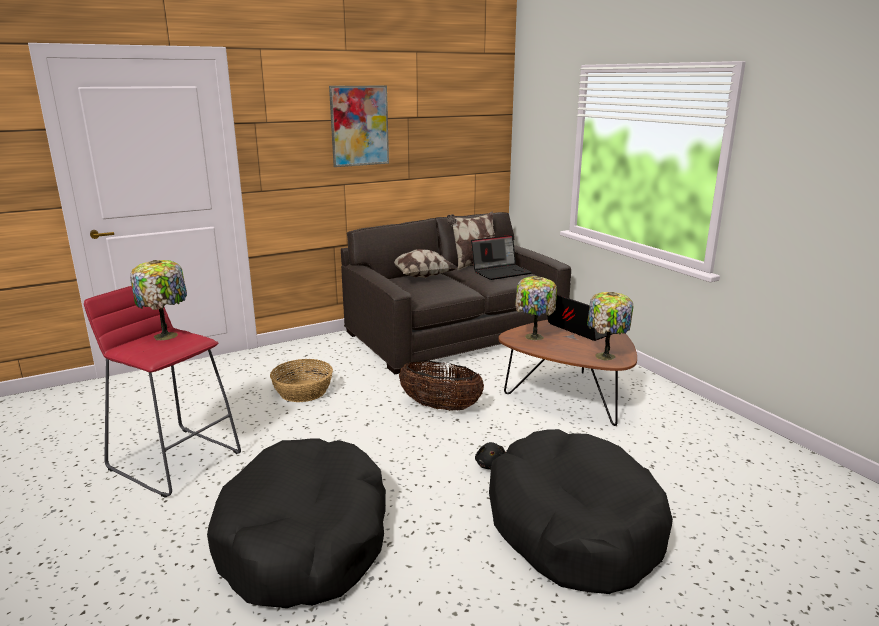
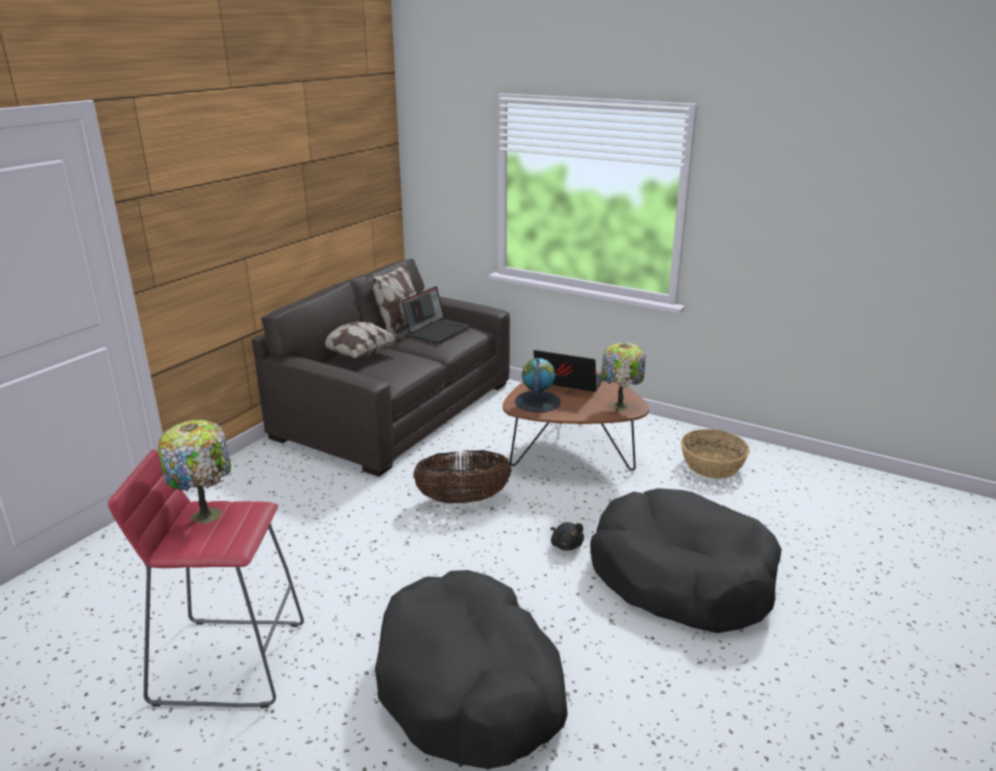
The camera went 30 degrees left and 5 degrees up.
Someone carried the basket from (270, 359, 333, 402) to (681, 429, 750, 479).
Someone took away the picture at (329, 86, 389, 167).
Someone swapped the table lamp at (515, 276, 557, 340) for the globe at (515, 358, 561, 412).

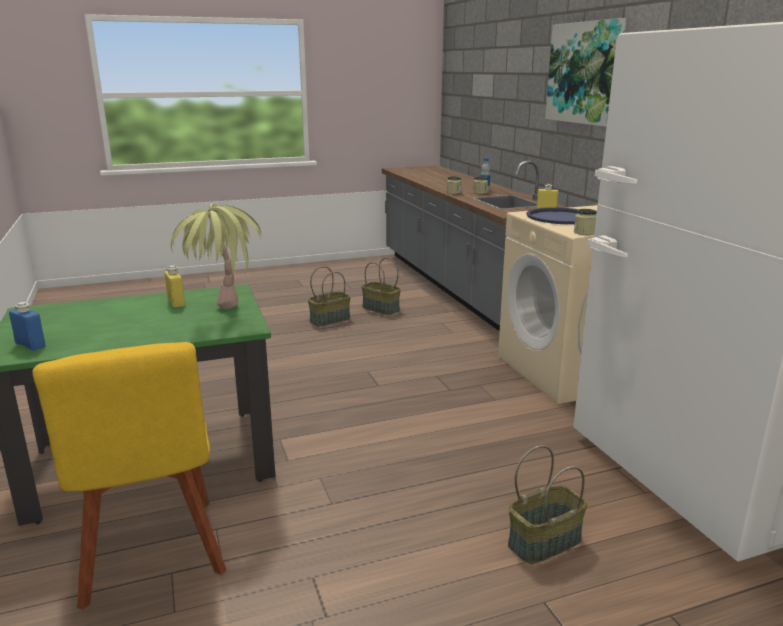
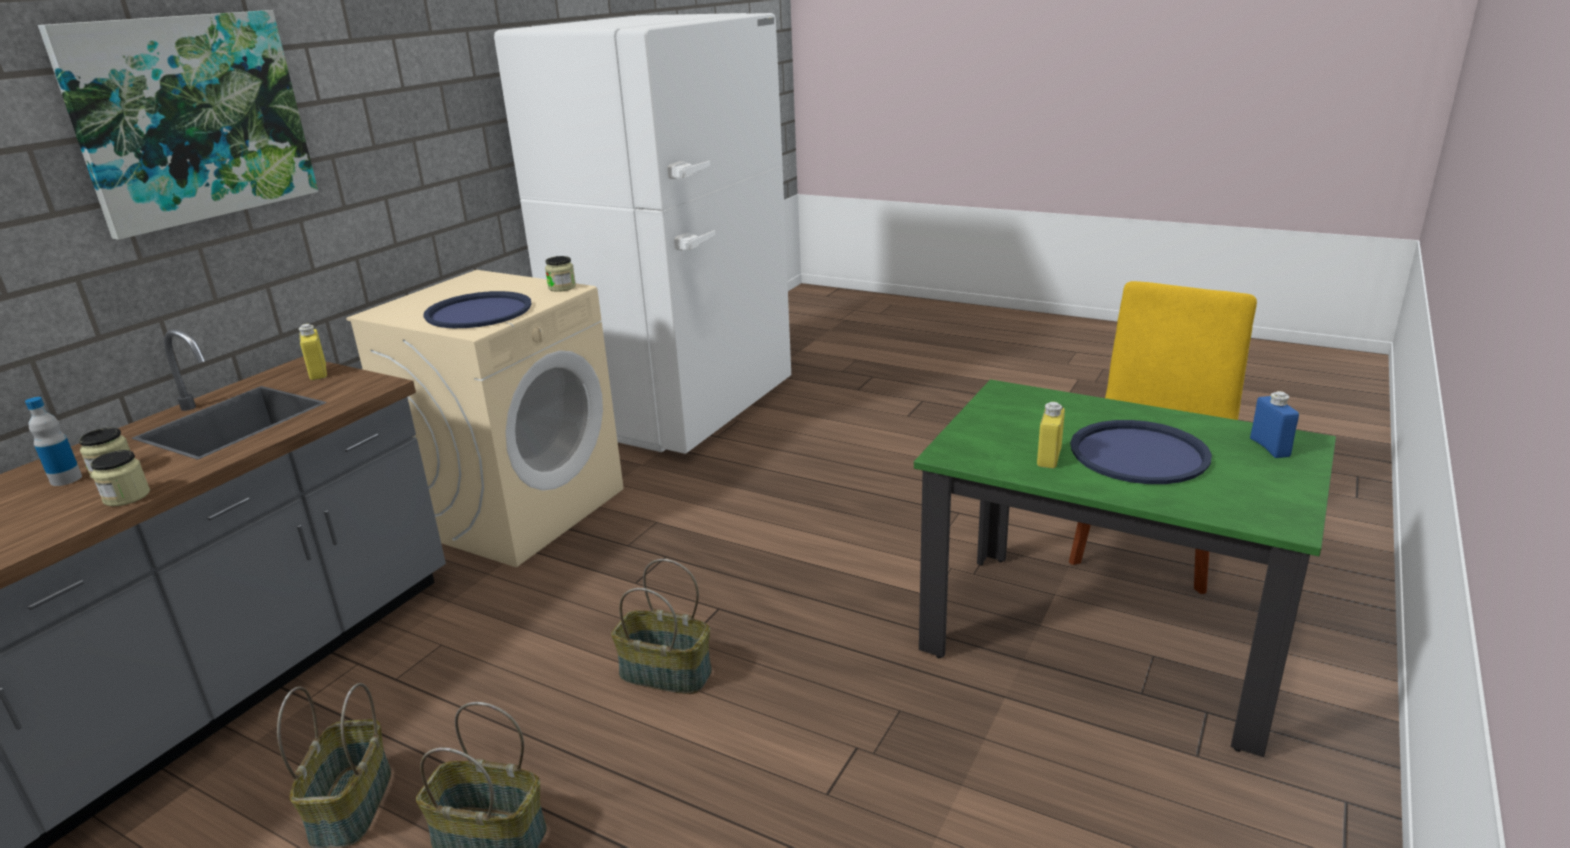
The camera went 130 degrees left and 5 degrees up.
Someone took away the potted plant at (171, 203, 261, 309).
Someone carried the basket from (508, 445, 588, 564) to (611, 559, 712, 694).
Someone put down the blue tray at (1070, 420, 1212, 484).

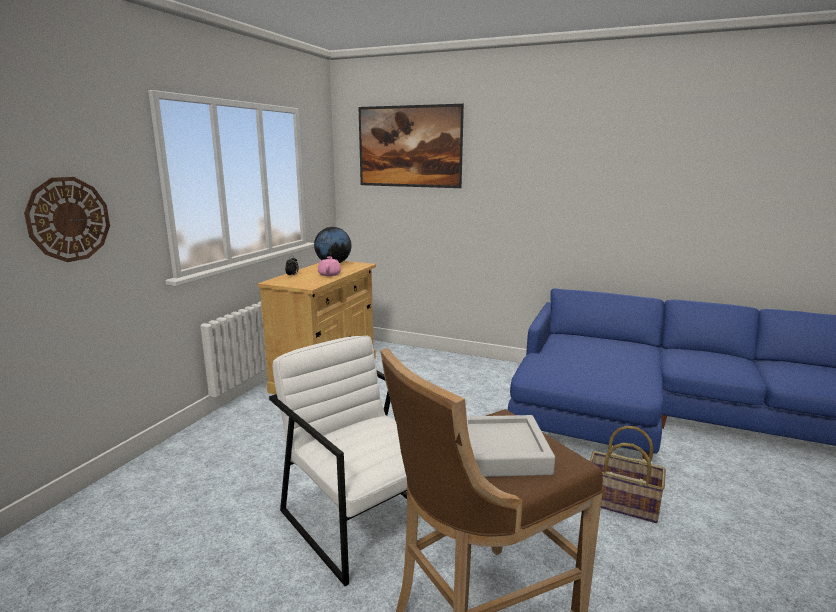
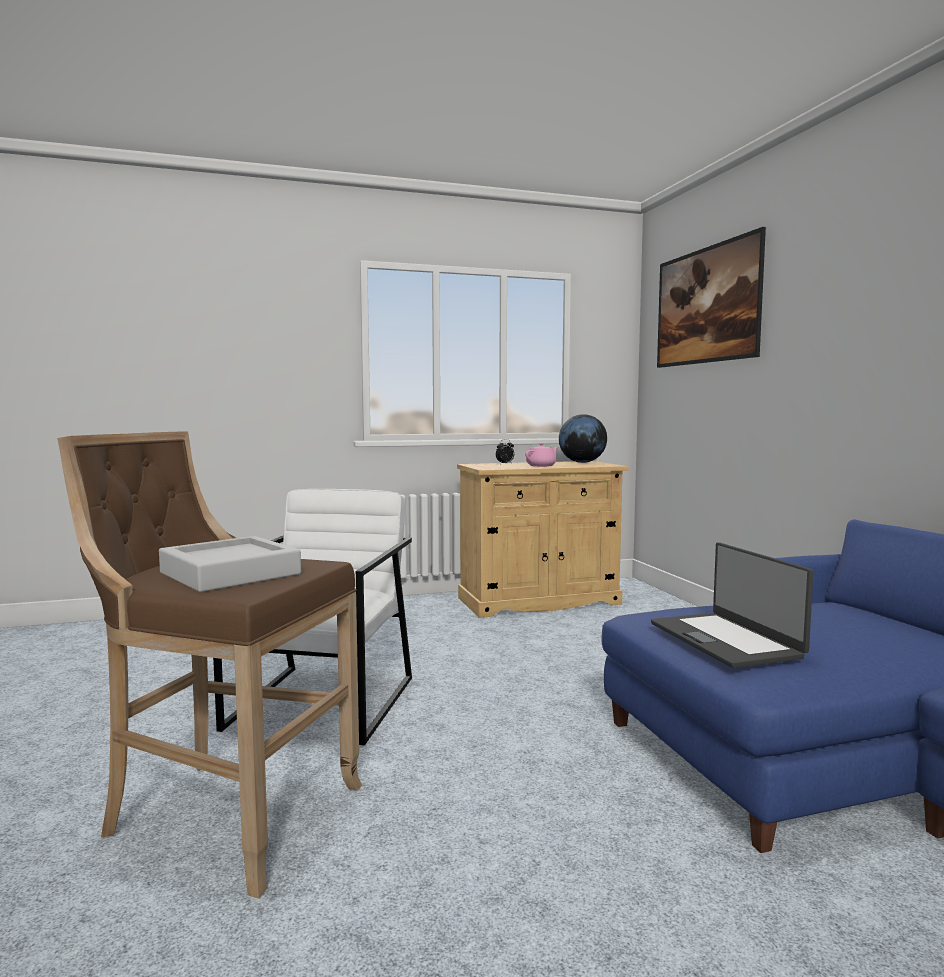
The camera went 50 degrees right and 10 degrees down.
Someone took away the wall clock at (24, 177, 110, 262).
Someone took away the basket at (590, 426, 666, 523).
Someone put down the laptop at (651, 542, 814, 668).

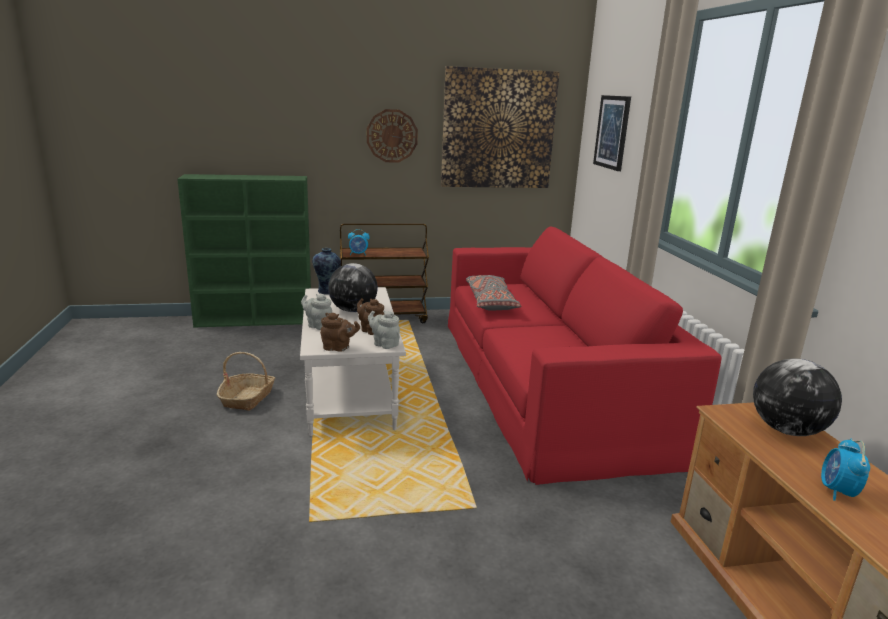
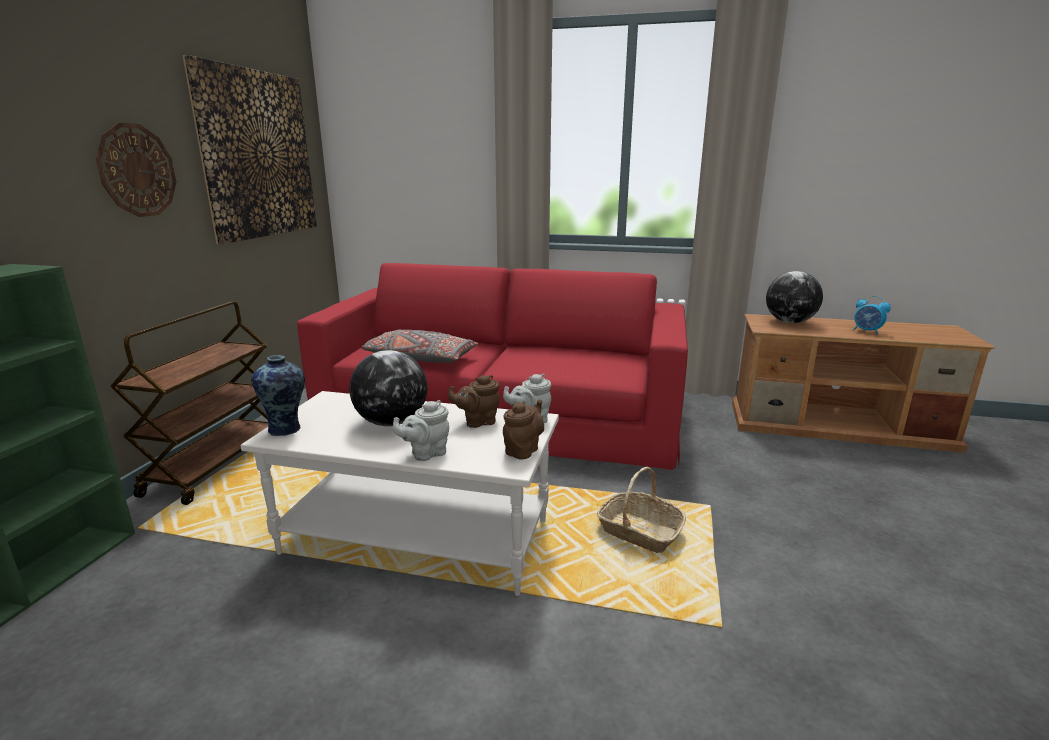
The camera went 65 degrees left and 0 degrees up.
Someone carried the basket from (217, 352, 275, 411) to (597, 467, 686, 553).
Someone took away the alarm clock at (348, 229, 370, 256).
Someone took away the picture at (593, 95, 631, 171).

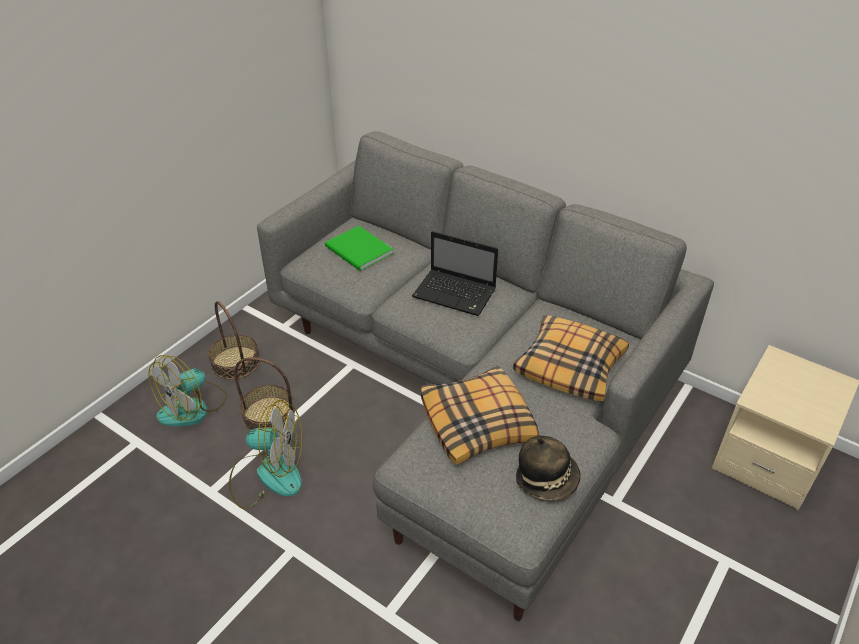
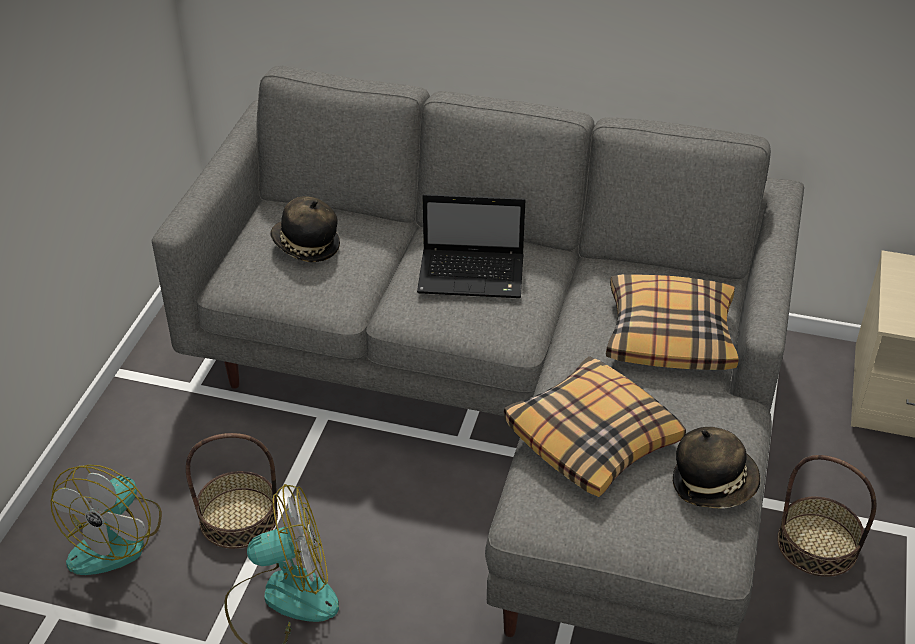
The camera went 20 degrees left and 0 degrees up.
Someone carried the basket from (208, 301, 260, 380) to (777, 455, 876, 577).
Someone swapped the green book at (325, 226, 393, 271) for the hat at (270, 196, 340, 262).

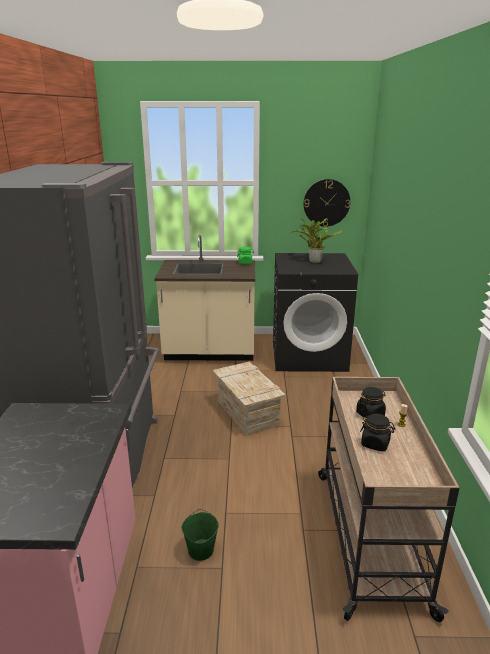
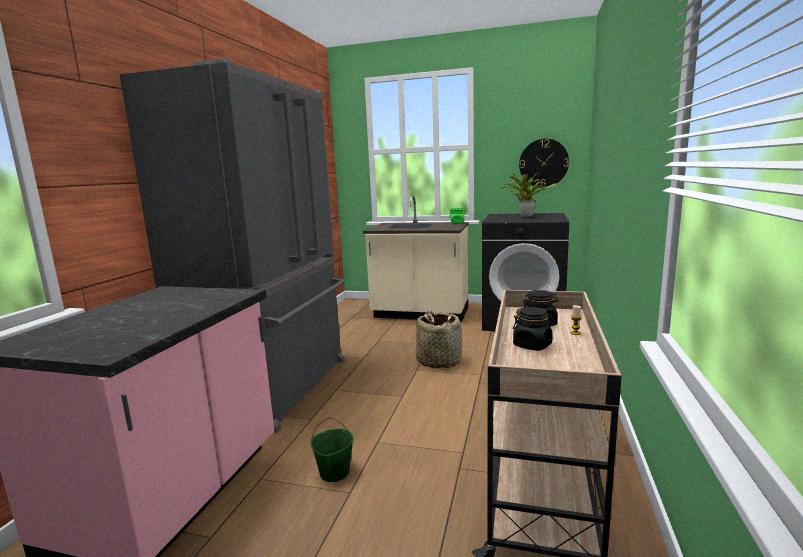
The camera went 15 degrees right and 10 degrees down.
Someone swapped the crate at (213, 362, 285, 436) for the basket at (416, 310, 462, 369).

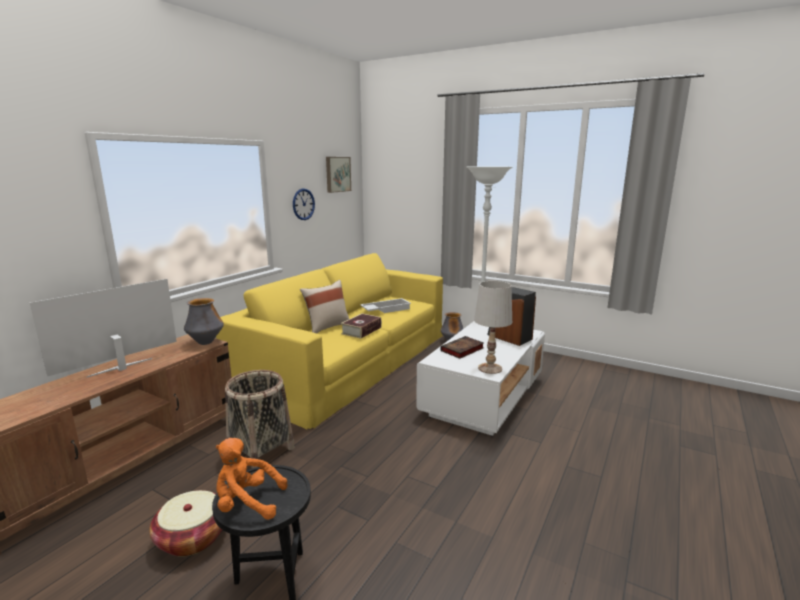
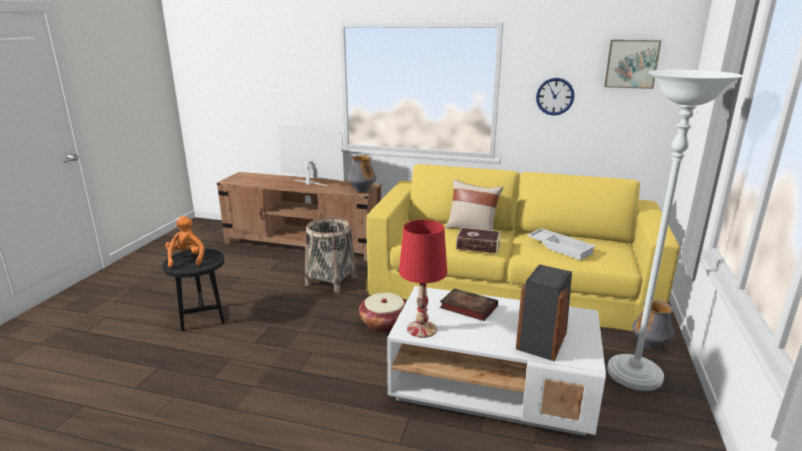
The camera went 75 degrees right and 5 degrees up.
Someone carried the basket from (149, 490, 222, 557) to (359, 293, 406, 332).
Someone repainted the white table lamp at (474, 281, 512, 374), which became the red table lamp at (399, 220, 447, 338).

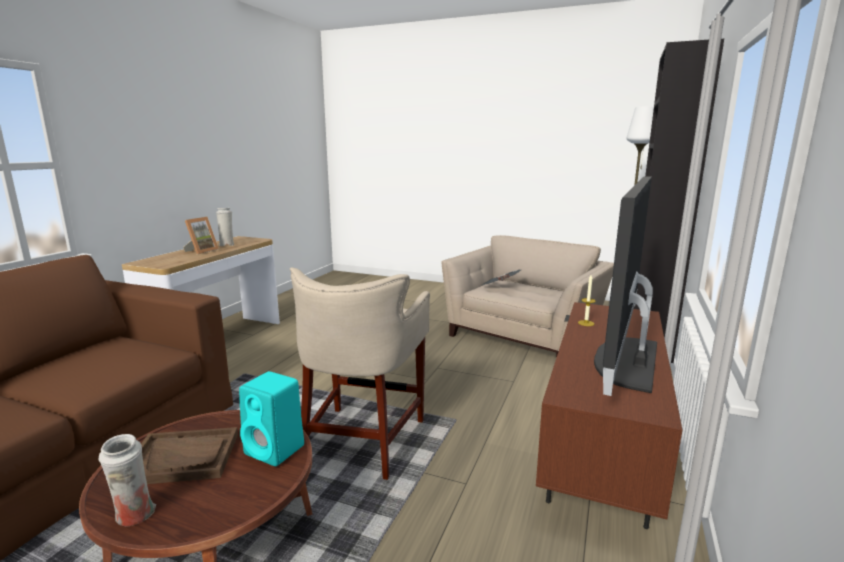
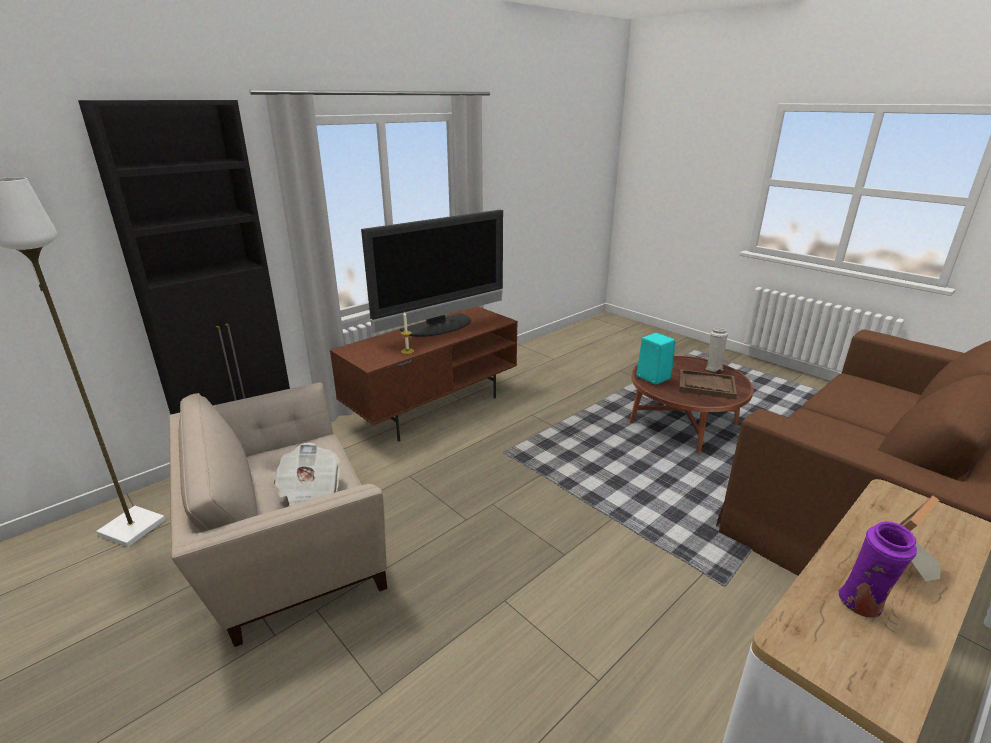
The camera went 155 degrees left and 10 degrees up.
Someone repainted the white vase at (216, 208, 234, 246), which became the purple vase at (838, 521, 917, 618).
Someone took away the beige stool at (290, 267, 430, 480).

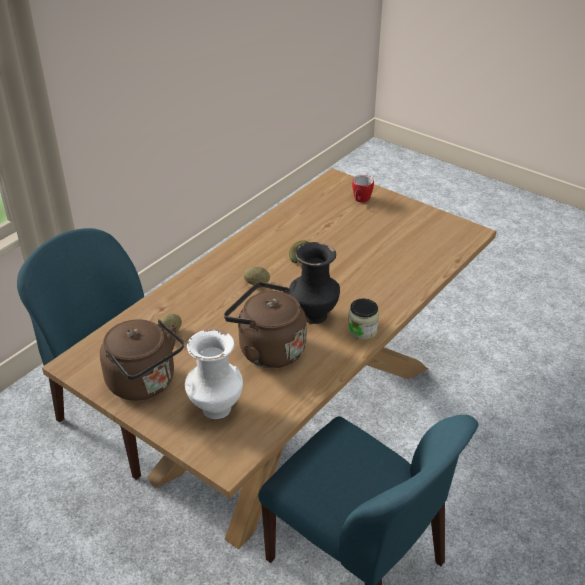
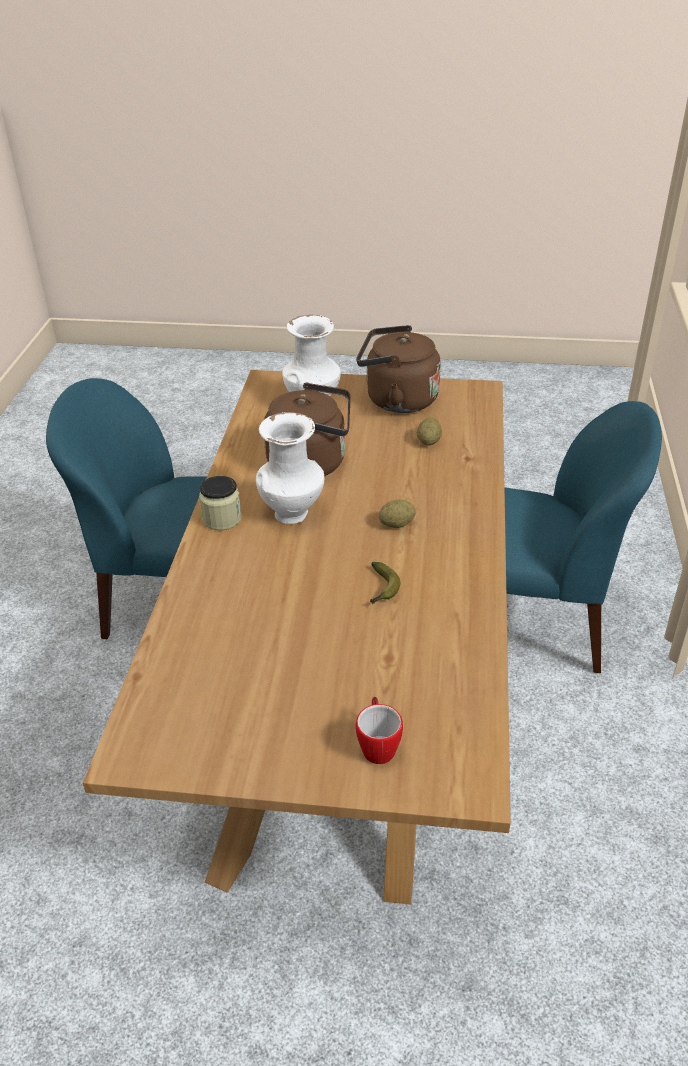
The camera went 150 degrees right and 0 degrees up.
Someone repainted the black vase at (289, 242, 340, 324), which became the white vase at (256, 412, 324, 524).

